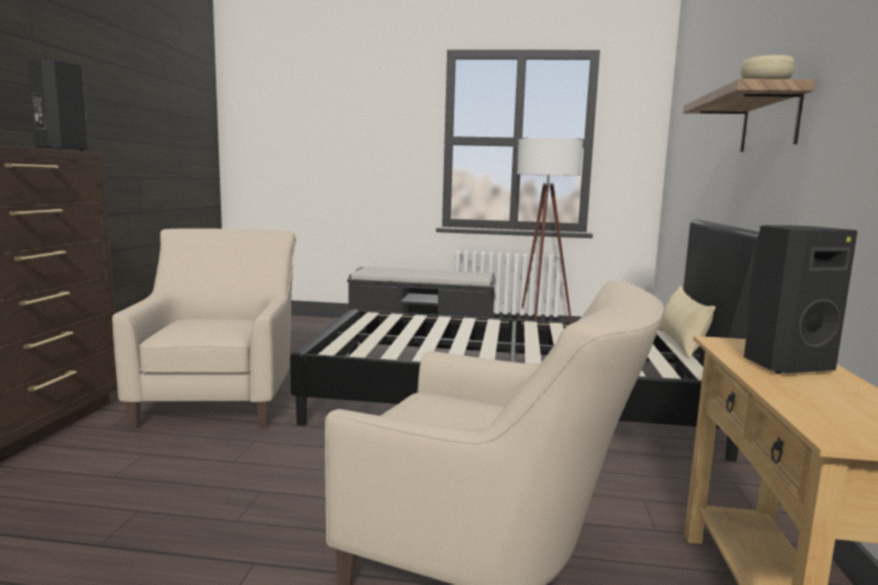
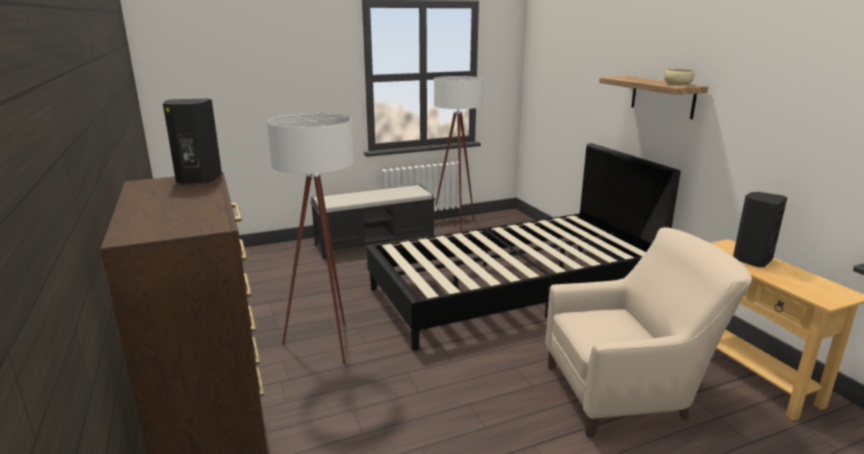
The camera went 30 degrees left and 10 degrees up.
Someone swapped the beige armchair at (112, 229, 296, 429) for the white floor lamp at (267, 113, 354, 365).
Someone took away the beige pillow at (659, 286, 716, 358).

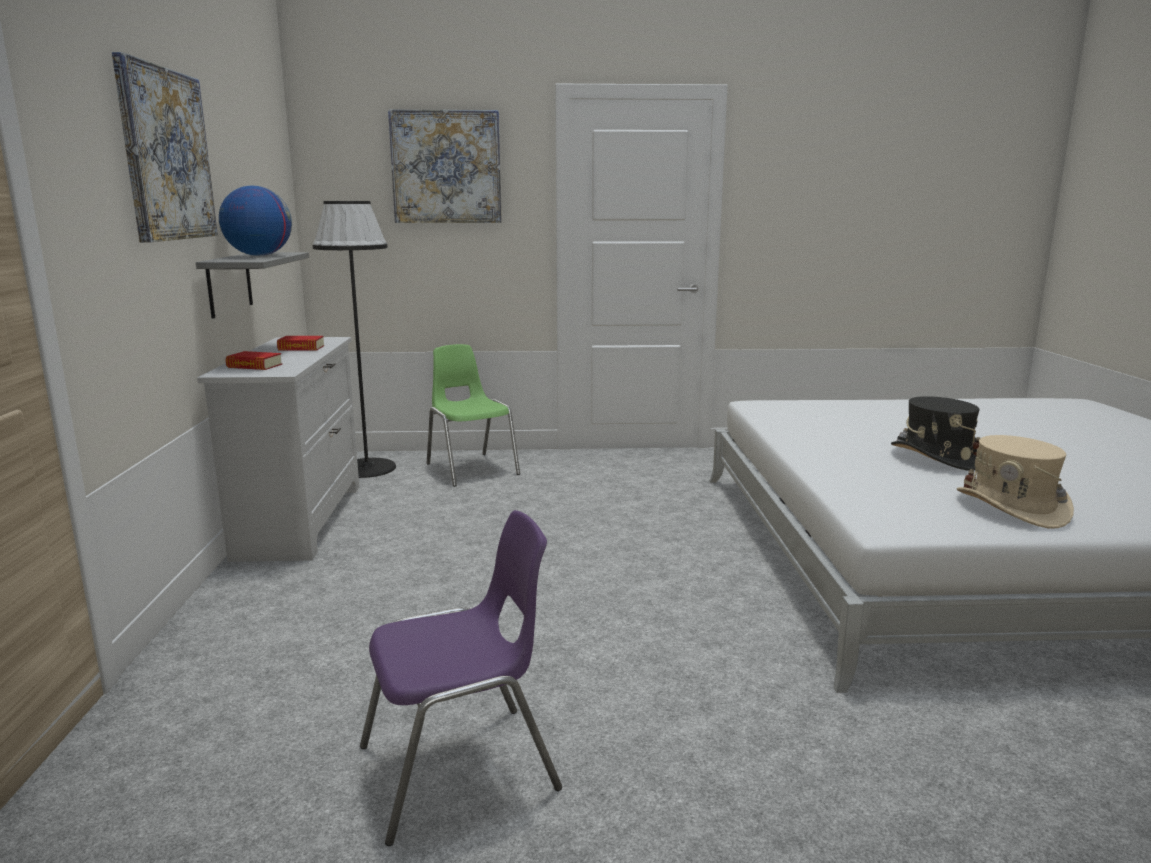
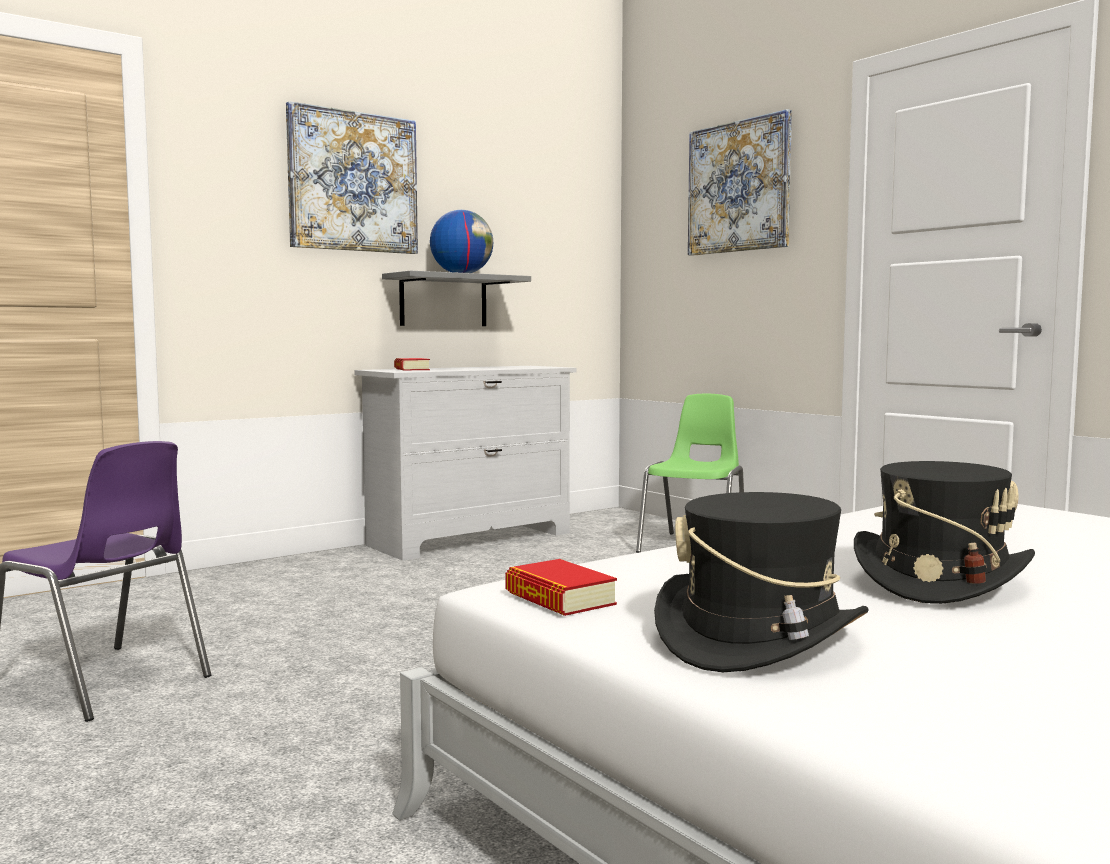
The camera went 55 degrees right and 10 degrees down.
Someone carried the book from (277, 336, 324, 350) to (505, 559, 617, 616).
Someone took away the black floor lamp at (313, 201, 396, 478).
Someone repainted the beige hat at (957, 435, 1074, 528), which became the black hat at (654, 492, 869, 672).

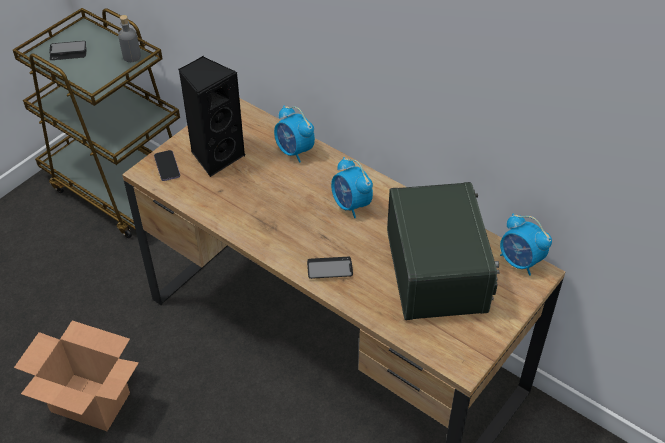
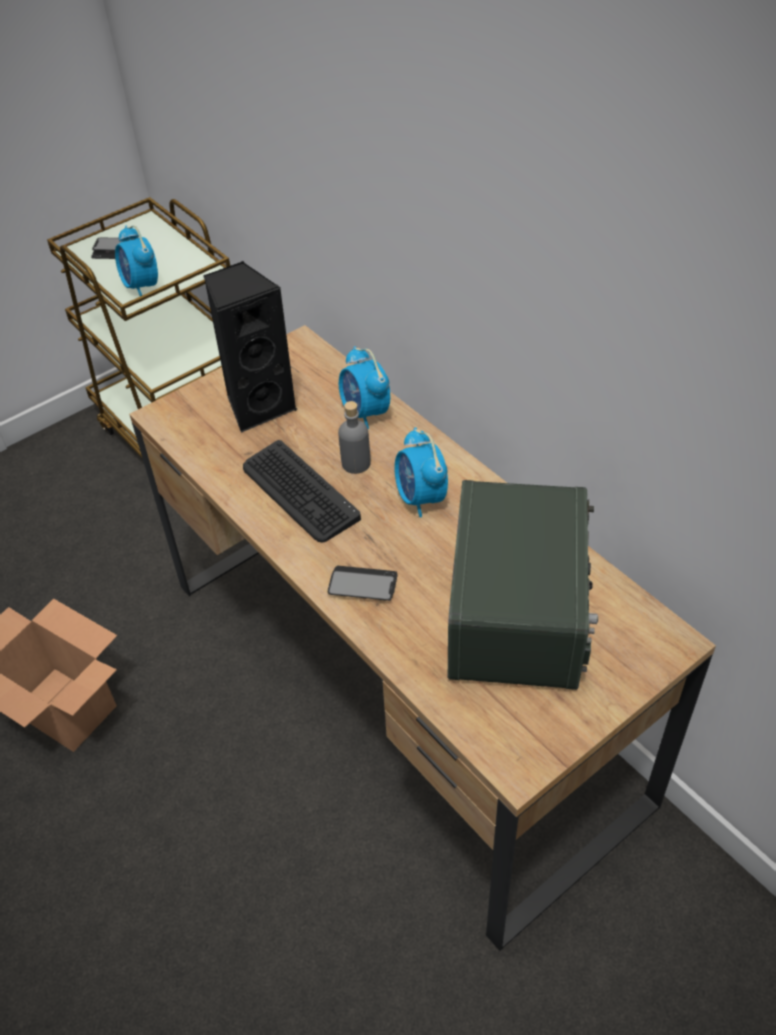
The camera went 15 degrees right and 0 degrees up.
Someone carried the grey bottle from (118, 15, 141, 62) to (338, 401, 371, 474).
Someone took away the phone at (154, 150, 180, 181).
Someone carried the alarm clock from (500, 214, 552, 276) to (115, 225, 158, 296).
Someone put down the keyboard at (243, 440, 361, 543).

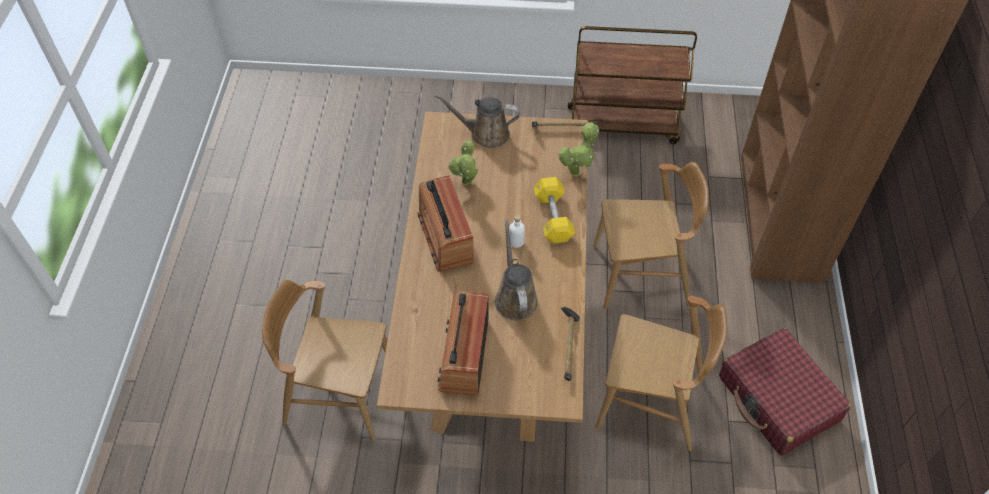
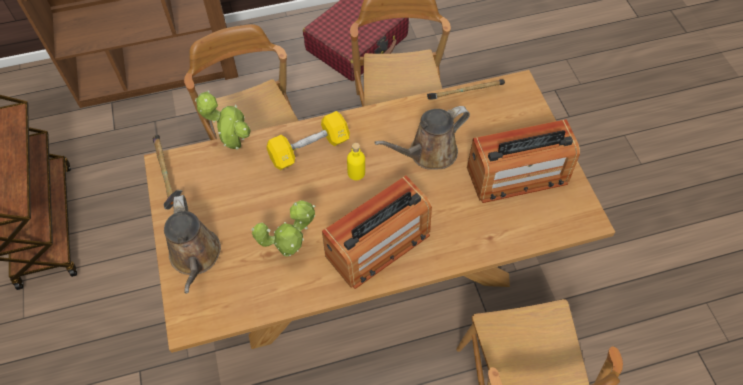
The camera went 110 degrees left and 5 degrees up.
Someone repainted the white bottle at (509, 214, 525, 248), which became the yellow bottle at (347, 143, 365, 180).

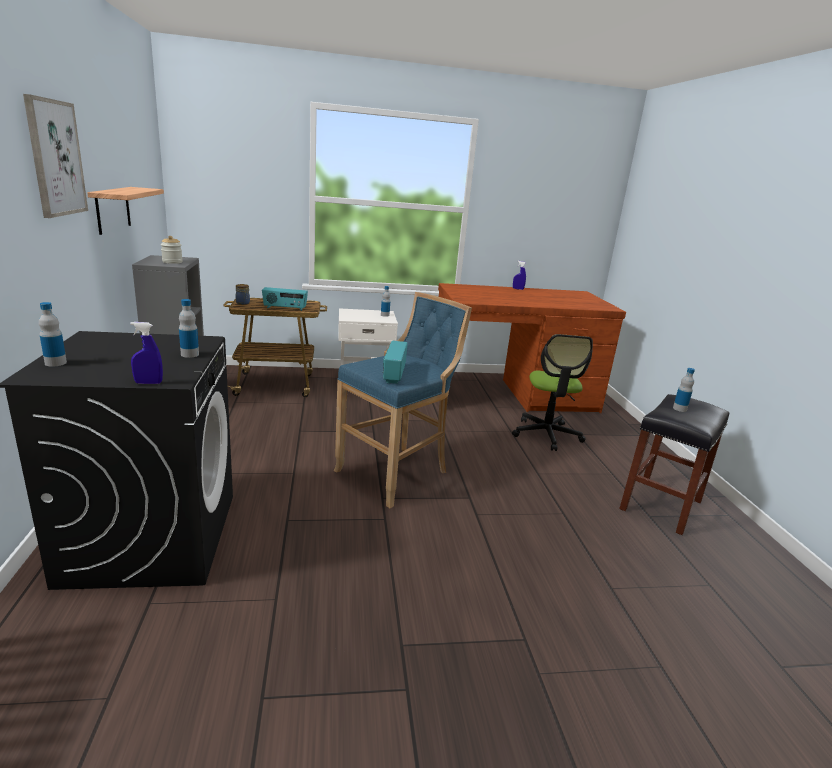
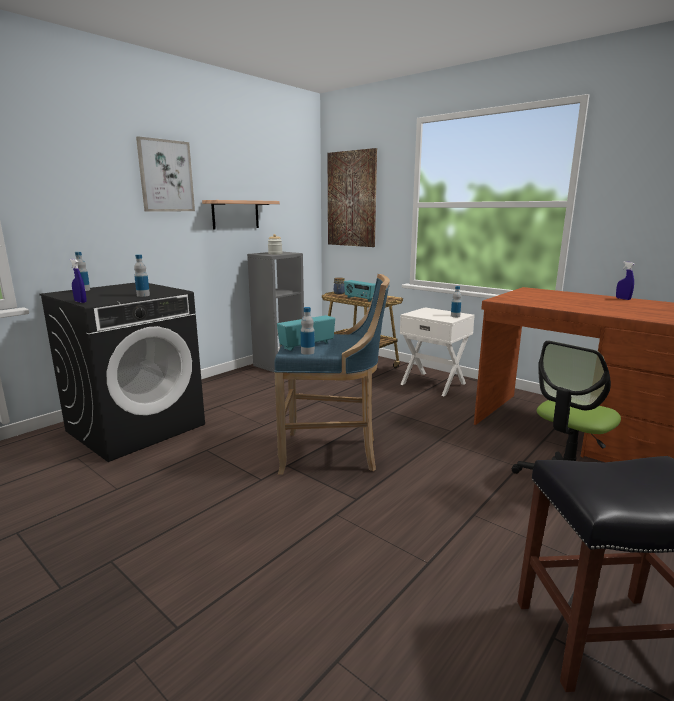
The camera went 50 degrees right and 5 degrees down.
Someone carried the bottle from (673, 368, 695, 412) to (301, 307, 315, 355).
Someone put up the picture at (328, 148, 377, 247).

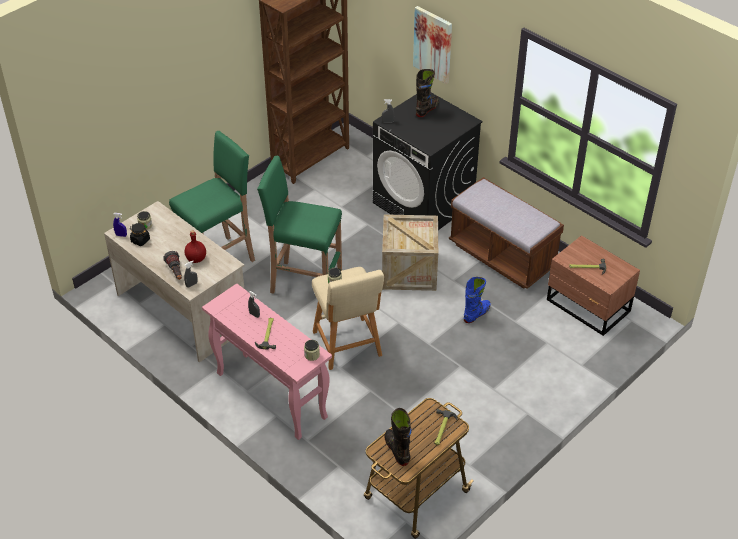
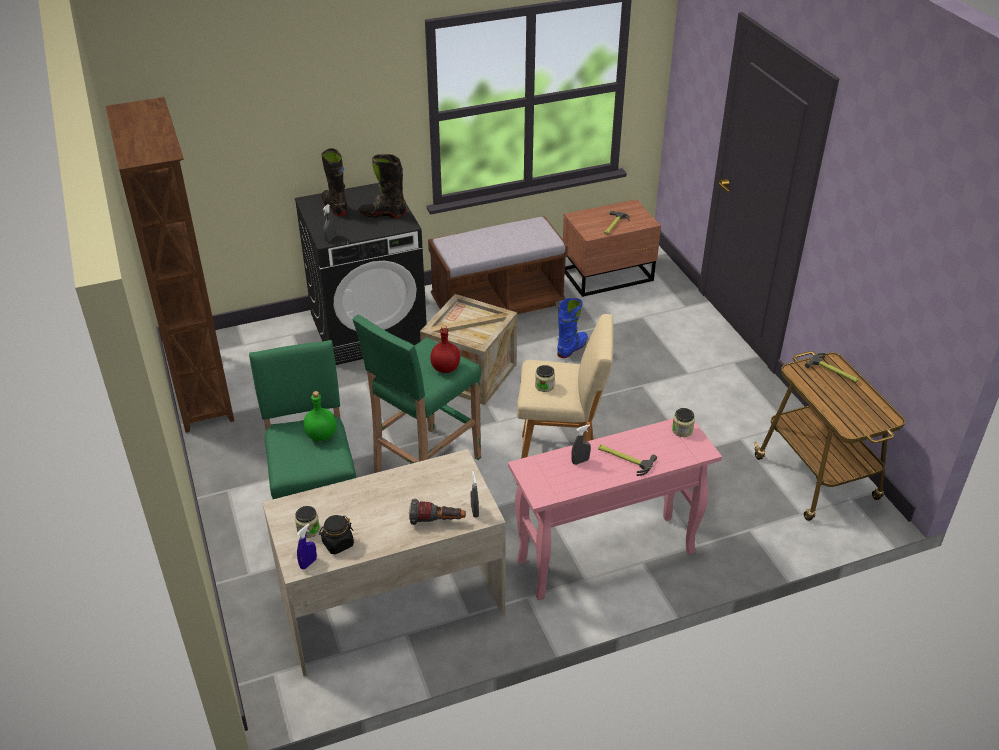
The camera went 65 degrees left and 5 degrees down.
Someone carried the red bottle from (185, 230, 206, 263) to (430, 325, 460, 373).
Someone carried the black boot from (384, 408, 412, 466) to (359, 154, 407, 218).
Someone took away the picture at (413, 6, 452, 84).
Someone rotated the blue boot at (464, 277, 491, 323) by 60 degrees clockwise.
Someone put down the green bottle at (303, 391, 336, 441).

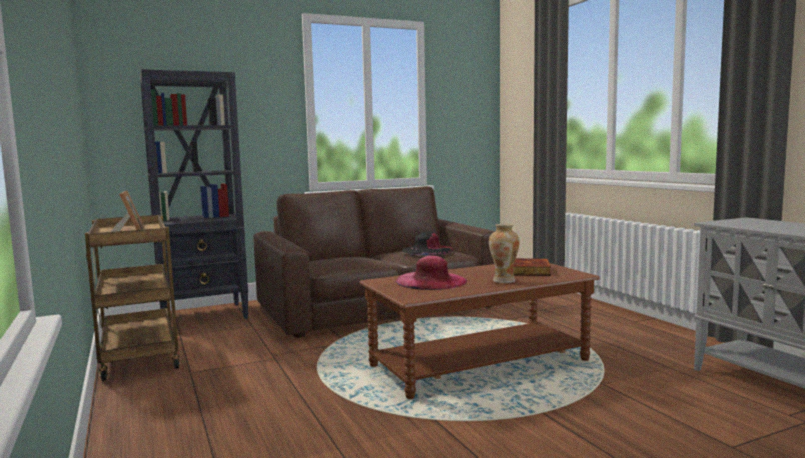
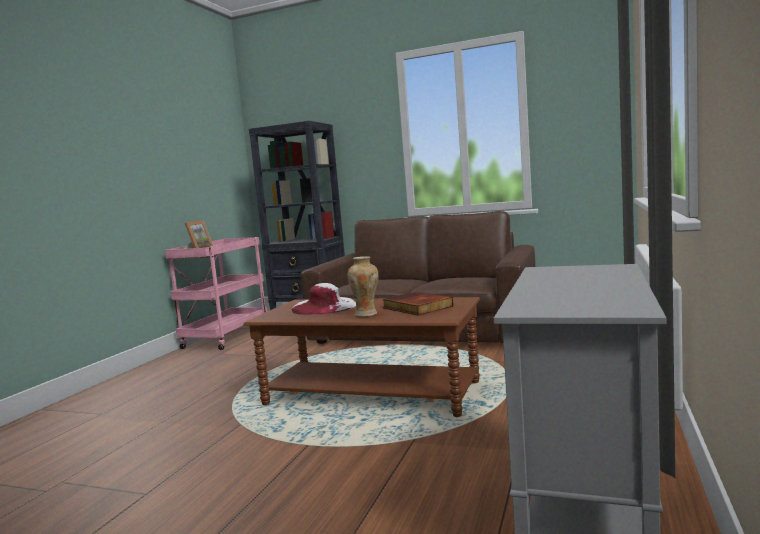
The camera went 45 degrees right and 0 degrees up.
Someone repainted the brown cart at (85, 215, 180, 381), which became the pink cart at (165, 237, 267, 350).
Someone repainted the pink hat at (396, 256, 467, 290), which became the white hat at (292, 283, 356, 315).
Someone took away the black hat at (402, 232, 453, 255).

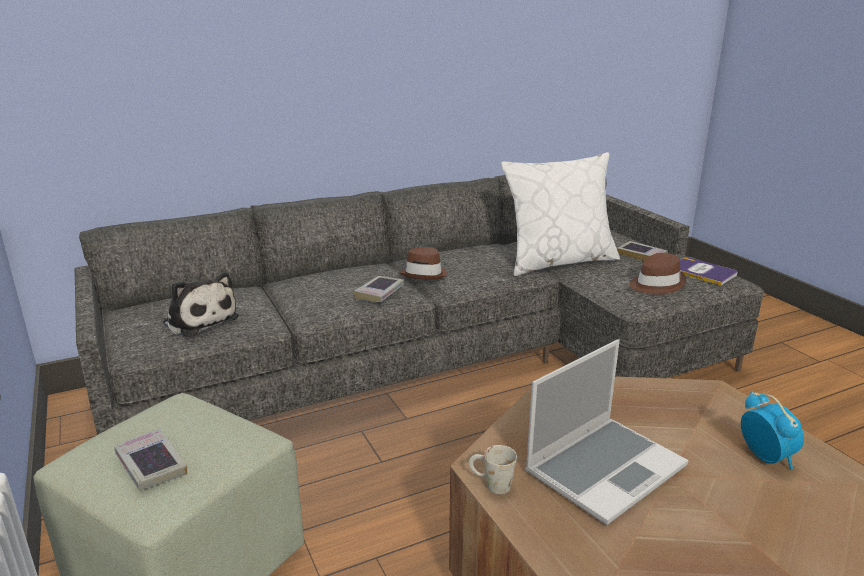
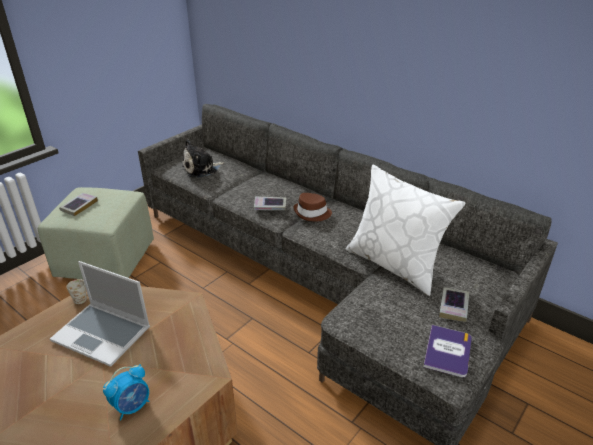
The camera went 65 degrees right and 10 degrees up.
Someone rotated the plush toy at (163, 272, 239, 337) by 45 degrees clockwise.
Someone took away the brown hat at (630, 253, 686, 294).

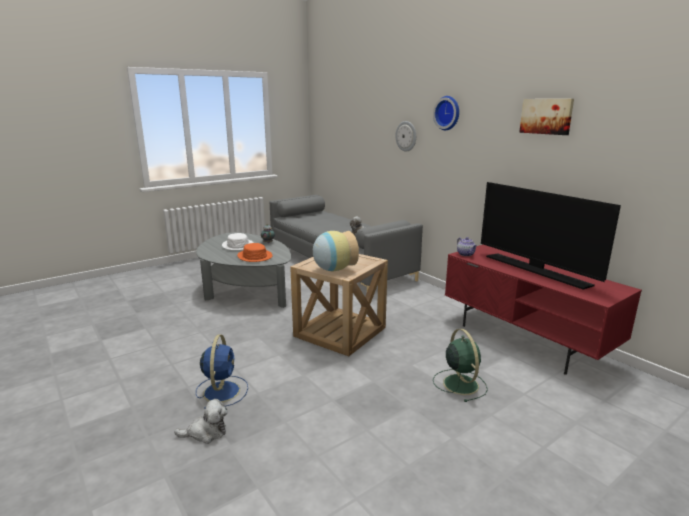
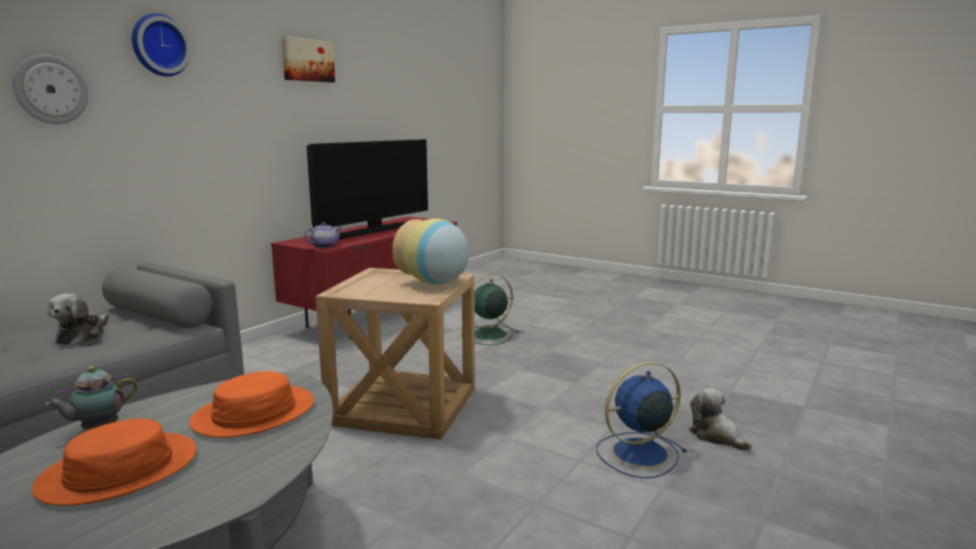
The camera went 110 degrees left and 5 degrees down.
Someone repainted the white hat at (222, 233, 254, 251), which became the orange hat at (32, 418, 197, 506).

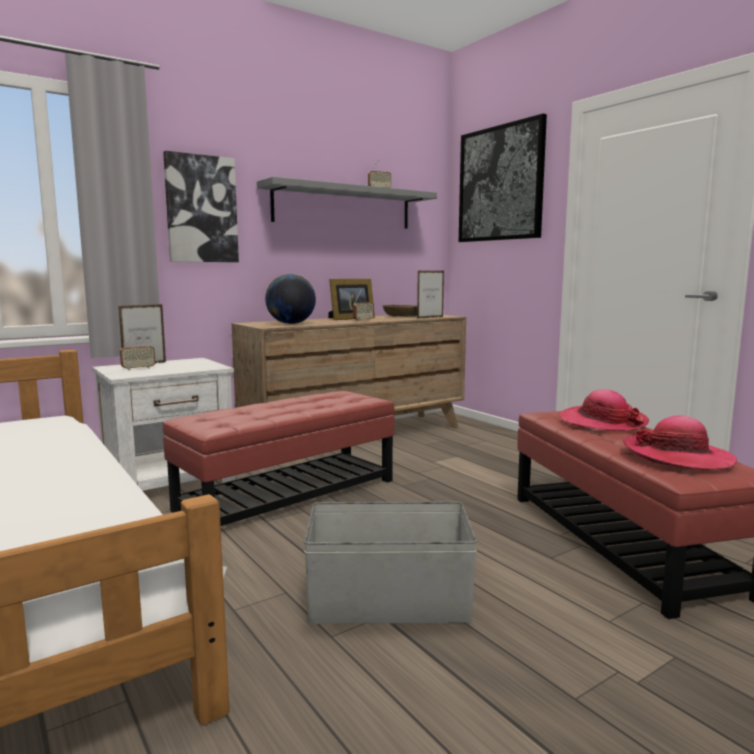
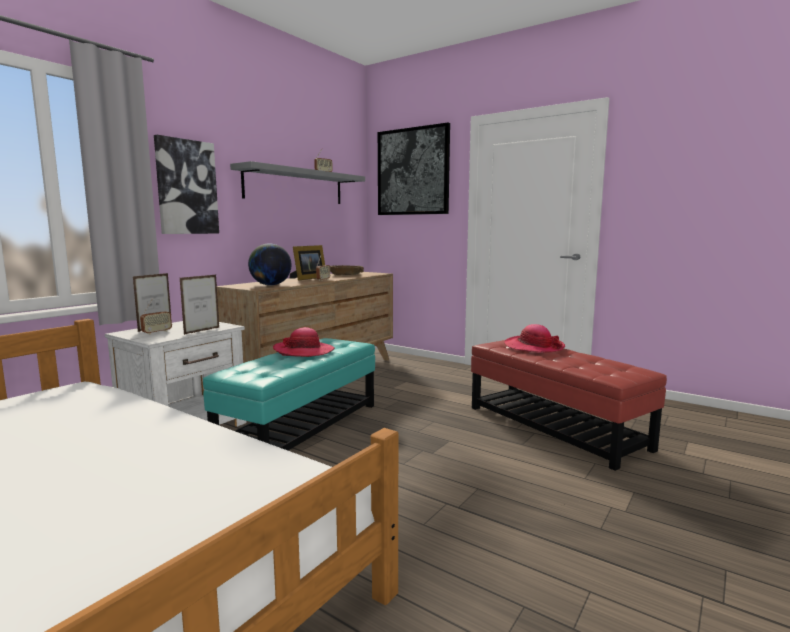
The camera went 20 degrees left and 0 degrees up.
Someone repainted the red ottoman at (163, 391, 395, 526), which became the turquoise ottoman at (203, 338, 375, 450).
Someone took away the grey storage box at (304, 502, 477, 624).
Someone carried the picture frame from (417, 271, 444, 319) to (180, 275, 220, 335).
Someone carried the hat from (623, 416, 737, 470) to (273, 327, 335, 357).

